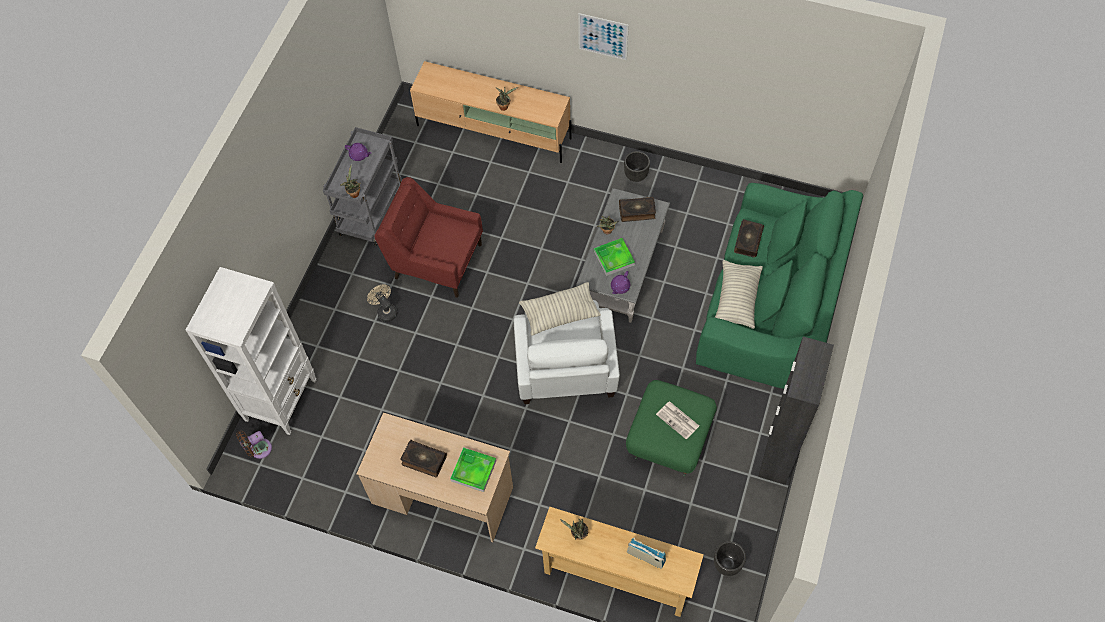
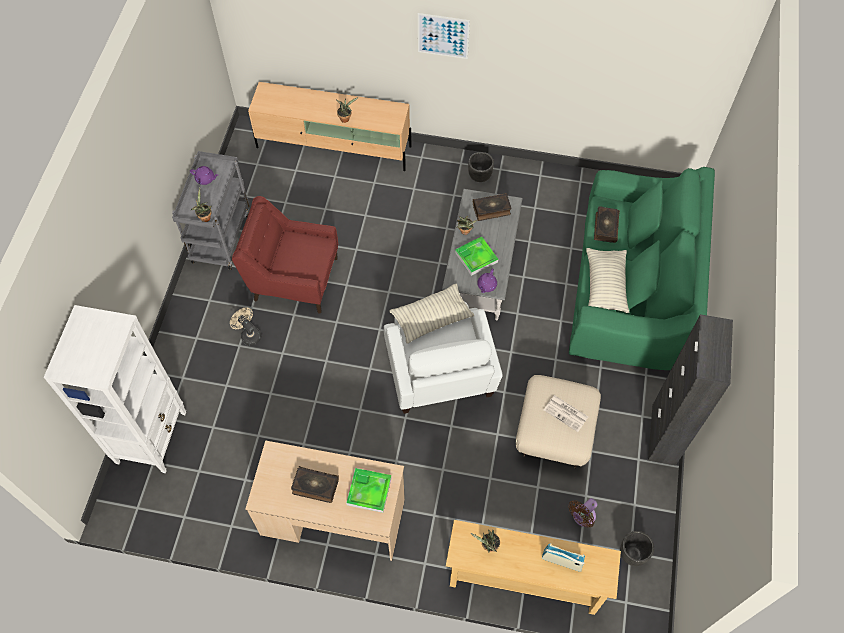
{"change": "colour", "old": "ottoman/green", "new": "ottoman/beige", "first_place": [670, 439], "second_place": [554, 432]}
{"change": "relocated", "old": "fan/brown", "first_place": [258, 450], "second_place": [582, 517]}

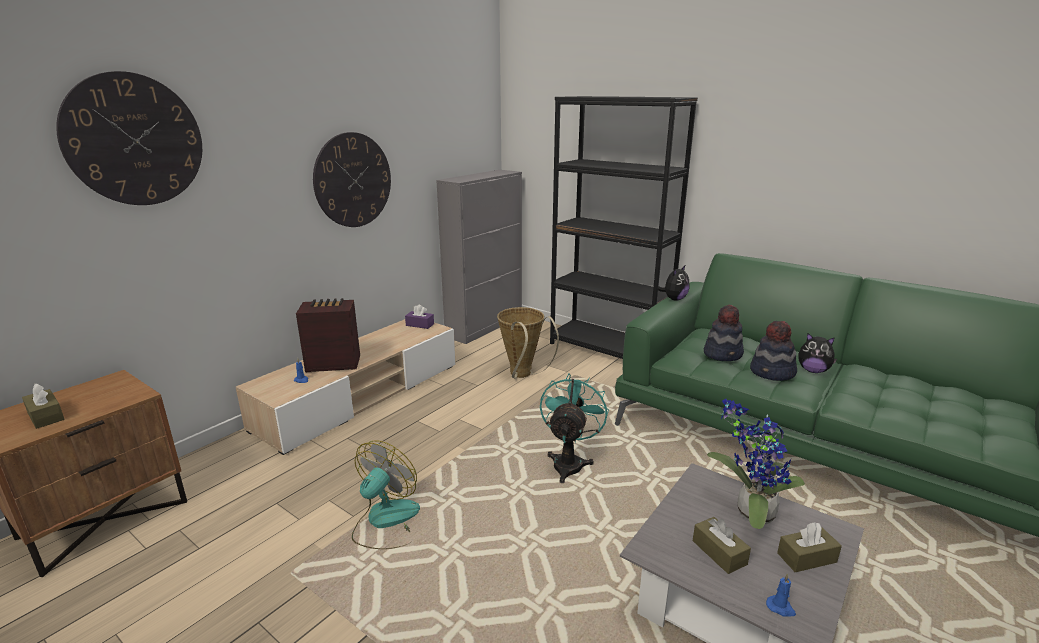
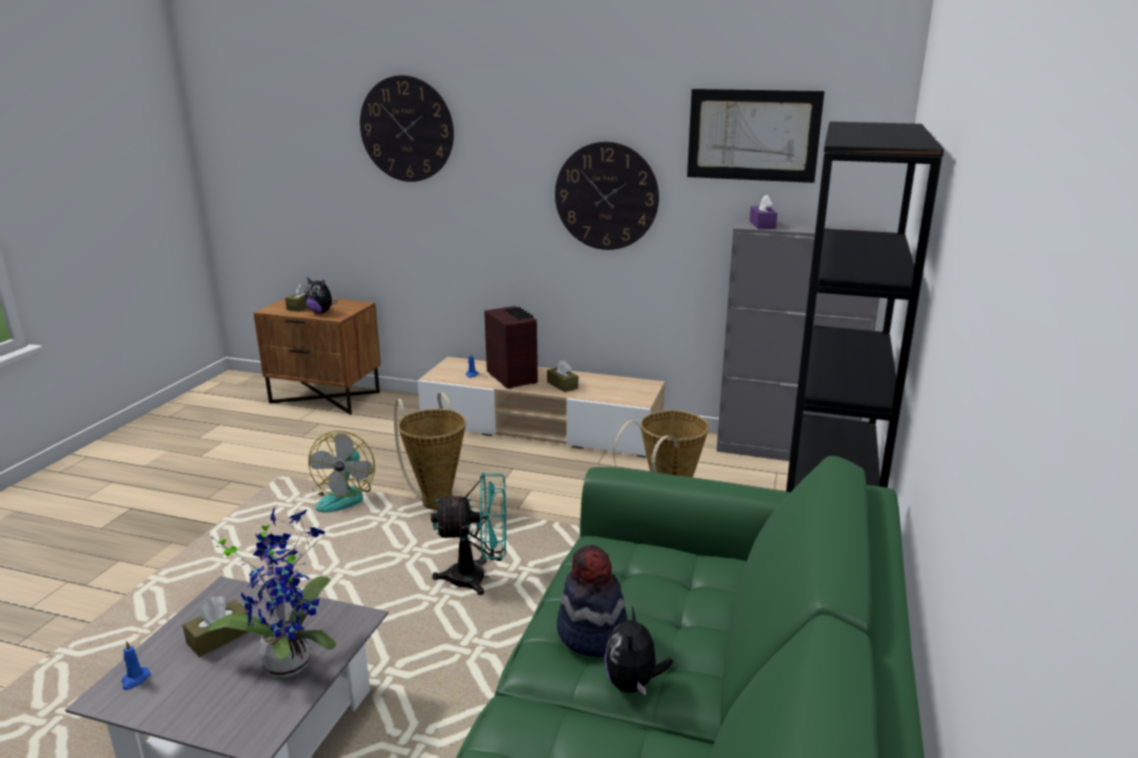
{"change": "relocated", "old": "plush toy", "first_place": [674, 299], "second_place": [321, 312]}
{"change": "relocated", "old": "tissue box/purple", "first_place": [420, 325], "second_place": [762, 225]}
{"change": "missing", "old": "hat", "first_place": [723, 354]}
{"change": "spun", "old": "fan", "first_place": [385, 522], "second_place": [344, 496], "degrees": 90}
{"change": "relocated", "old": "tissue box/brown", "first_place": [806, 557], "second_place": [562, 385]}
{"change": "appeared", "new": "picture", "second_place": [753, 135]}
{"change": "appeared", "new": "basket", "second_place": [436, 499]}

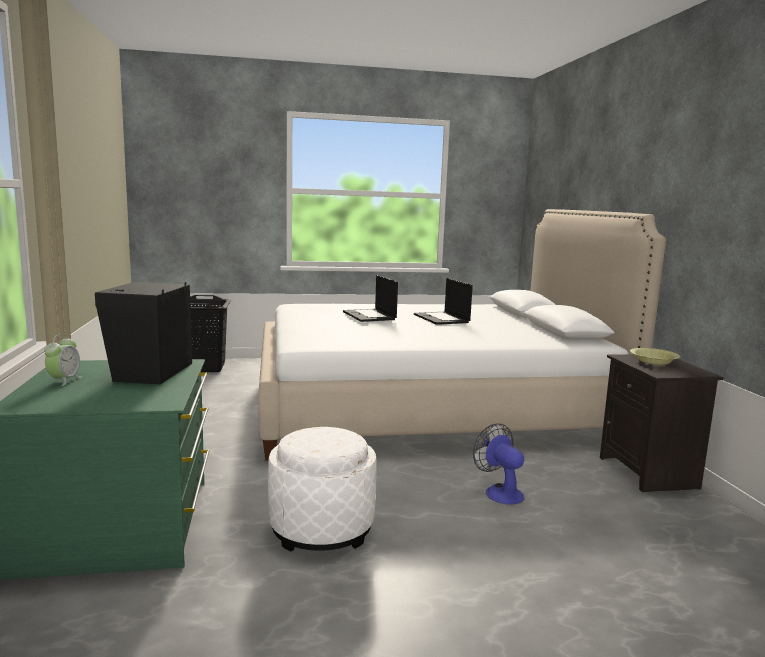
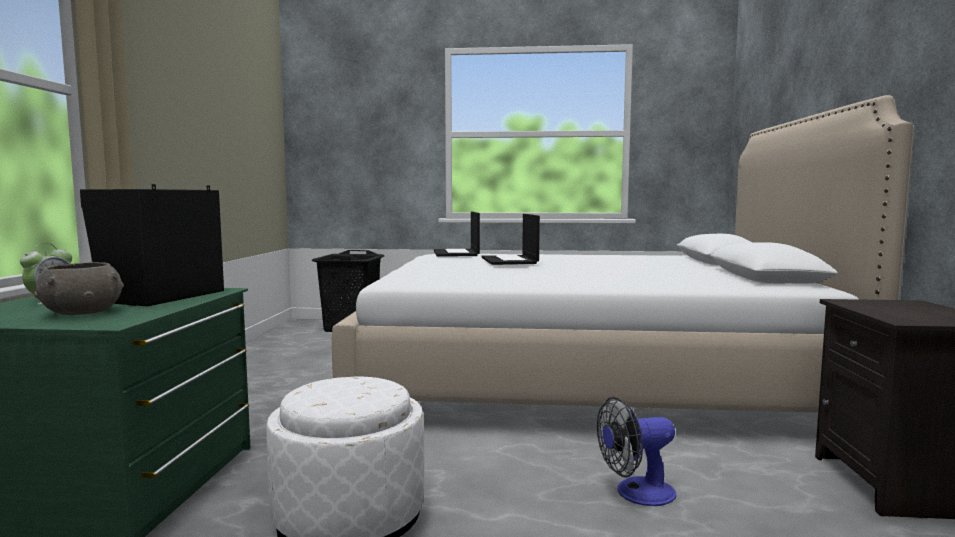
{"change": "relocated", "old": "laptop", "first_place": [442, 318], "second_place": [456, 253]}
{"change": "missing", "old": "bowl/yellow", "first_place": [653, 362]}
{"change": "spun", "old": "fan", "first_place": [499, 492], "second_place": [636, 493], "degrees": -90}
{"change": "appeared", "new": "bowl/grey", "second_place": [82, 312]}

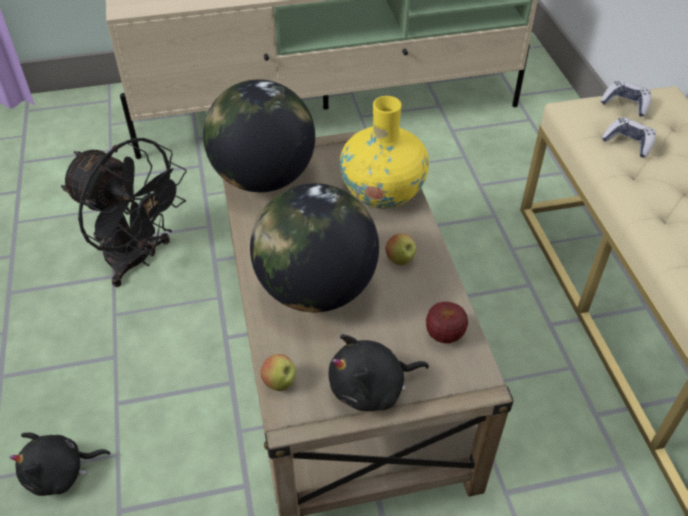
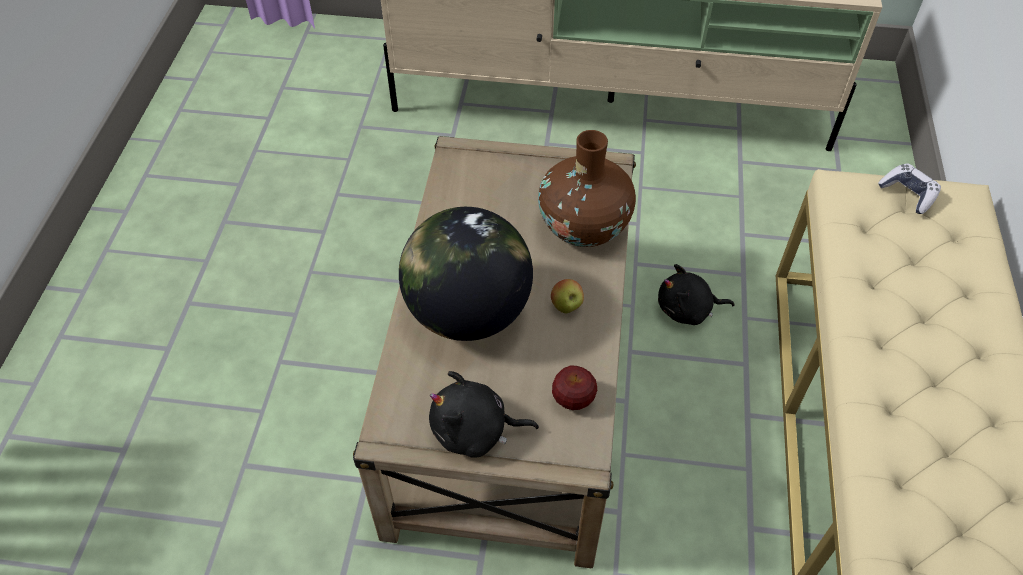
{"change": "missing", "old": "globe", "first_place": [263, 178]}
{"change": "colour", "old": "vase/yellow", "new": "vase/brown", "first_place": [383, 192], "second_place": [584, 227]}
{"change": "missing", "old": "game controller", "first_place": [628, 143]}
{"change": "missing", "old": "fan/black", "first_place": [138, 260]}
{"change": "missing", "old": "apple", "first_place": [280, 382]}
{"change": "relocated", "old": "plush toy/black", "first_place": [60, 473], "second_place": [687, 309]}

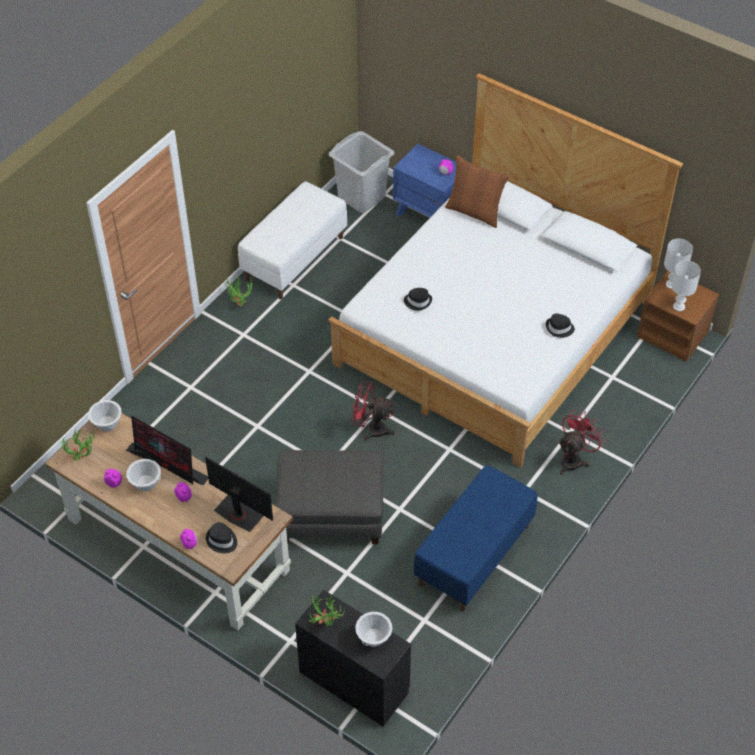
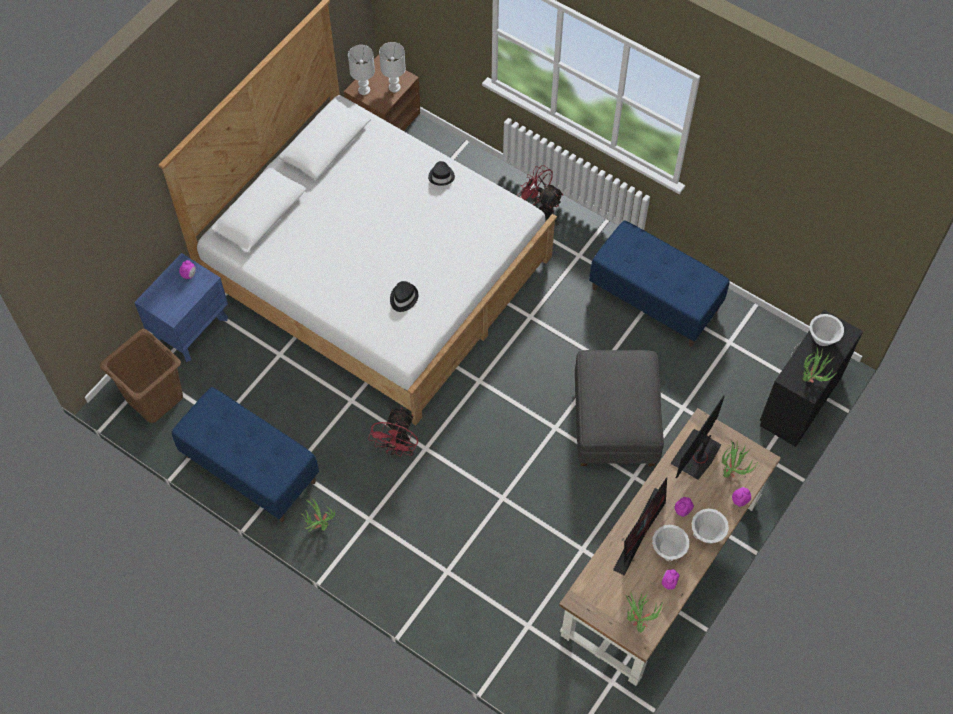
{"change": "colour", "old": "laundry basket/grey", "new": "laundry basket/brown", "first_place": [362, 196], "second_place": [154, 398]}
{"change": "missing", "old": "pillow/brown", "first_place": [474, 212]}
{"change": "colour", "old": "bench/white", "new": "bench/blue", "first_place": [294, 257], "second_place": [249, 469]}
{"change": "relocated", "old": "fan/red", "first_place": [371, 429], "second_place": [398, 448]}
{"change": "relocated", "old": "bowl/white", "first_place": [107, 424], "second_place": [706, 533]}
{"change": "exchanged", "old": "hat/black", "new": "potted plant", "first_place": [221, 540], "second_place": [732, 470]}

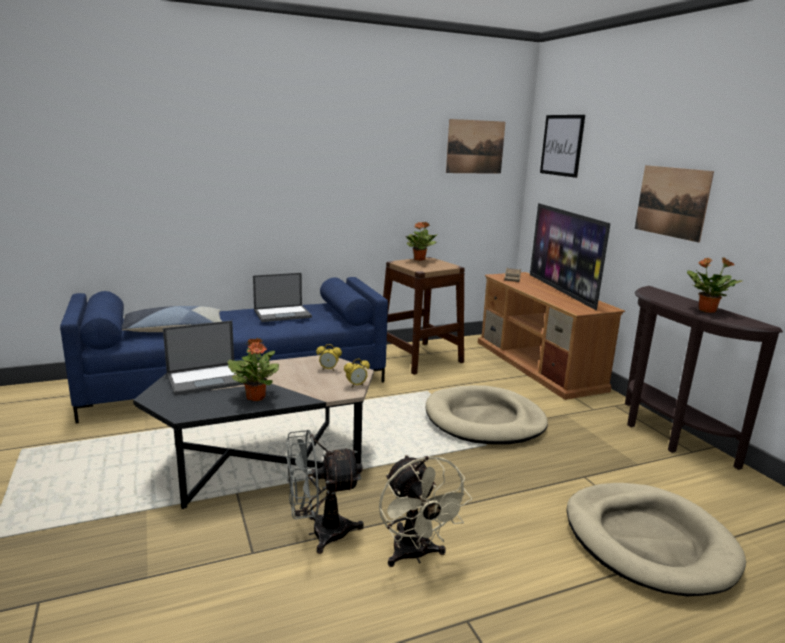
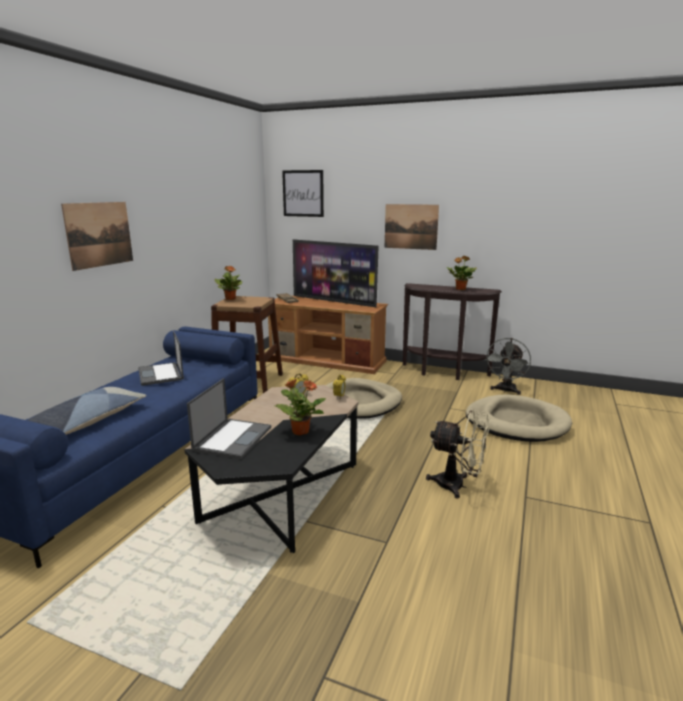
{"change": "relocated", "old": "picture", "first_place": [475, 147], "second_place": [99, 234]}
{"change": "spun", "old": "laptop", "first_place": [283, 314], "second_place": [161, 374], "degrees": 135}
{"change": "relocated", "old": "fan/grey", "first_place": [320, 533], "second_place": [505, 391]}

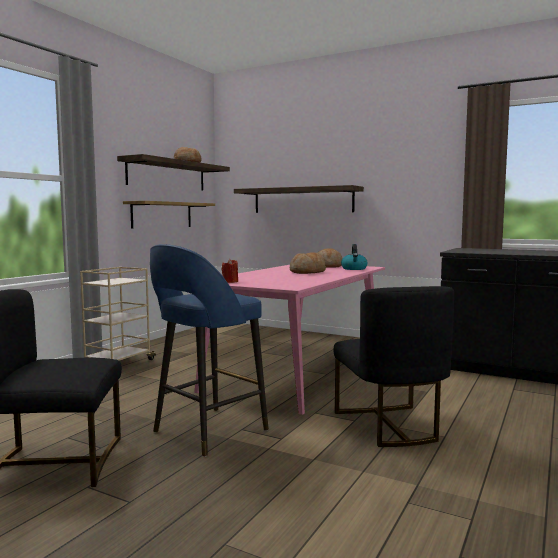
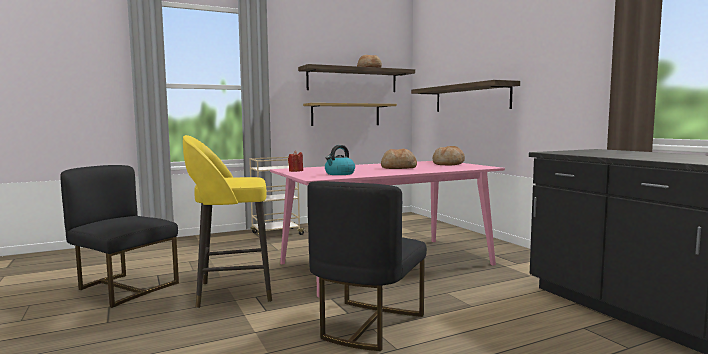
{"change": "colour", "old": "stool/blue", "new": "stool/yellow", "first_place": [207, 431], "second_place": [232, 292]}
{"change": "relocated", "old": "kettle", "first_place": [354, 269], "second_place": [339, 174]}

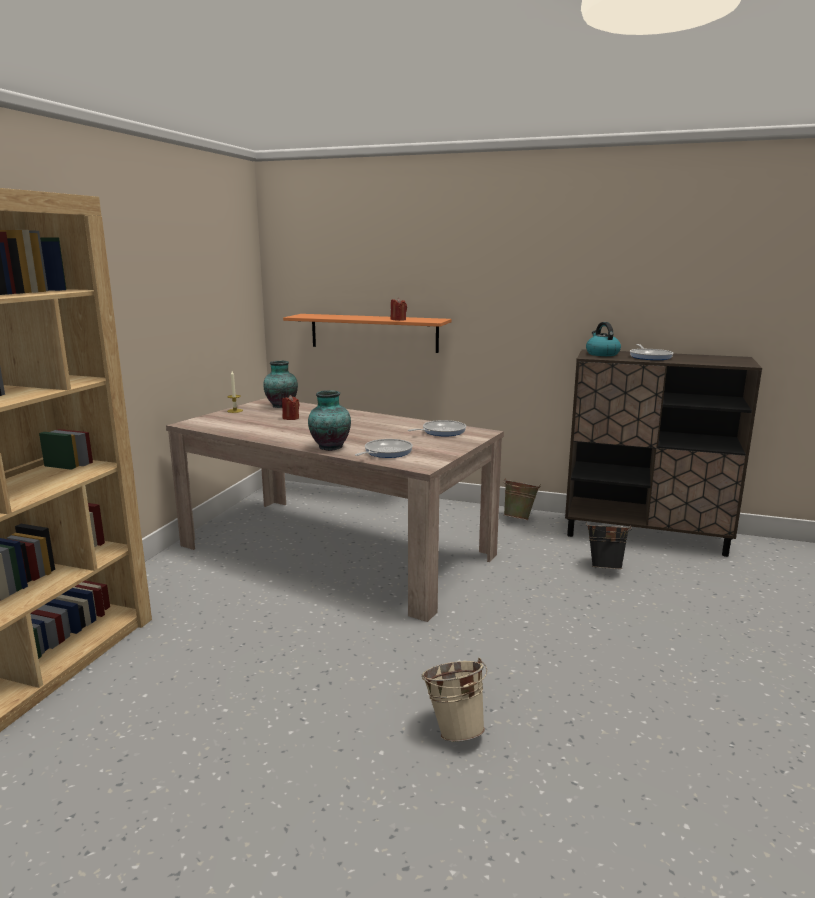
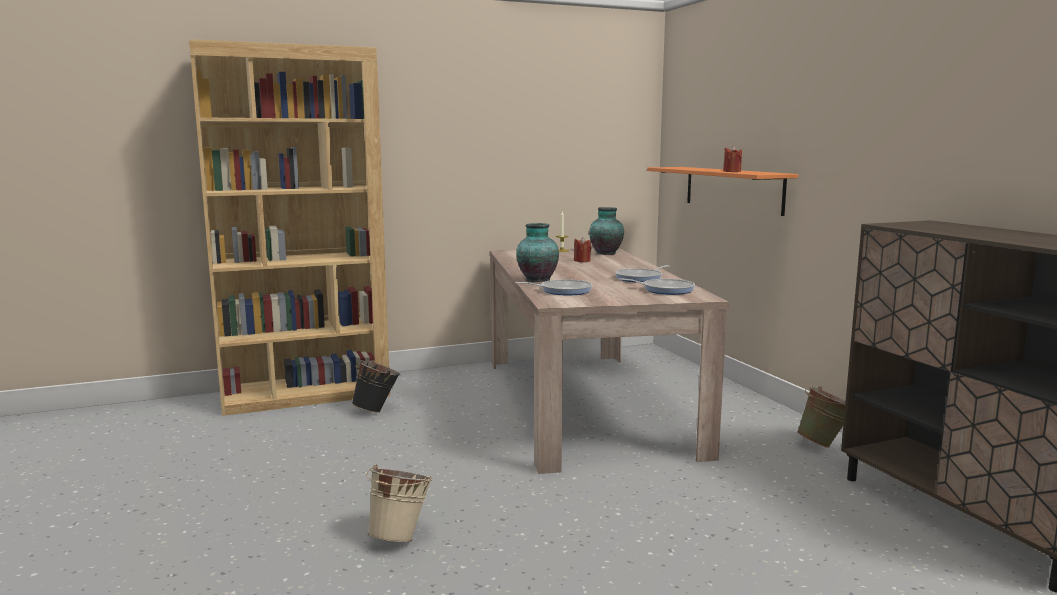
{"change": "missing", "old": "kettle", "first_place": [602, 354]}
{"change": "relocated", "old": "frying pan", "first_place": [650, 357], "second_place": [640, 278]}
{"change": "relocated", "old": "bucket/black", "first_place": [605, 567], "second_place": [377, 410]}

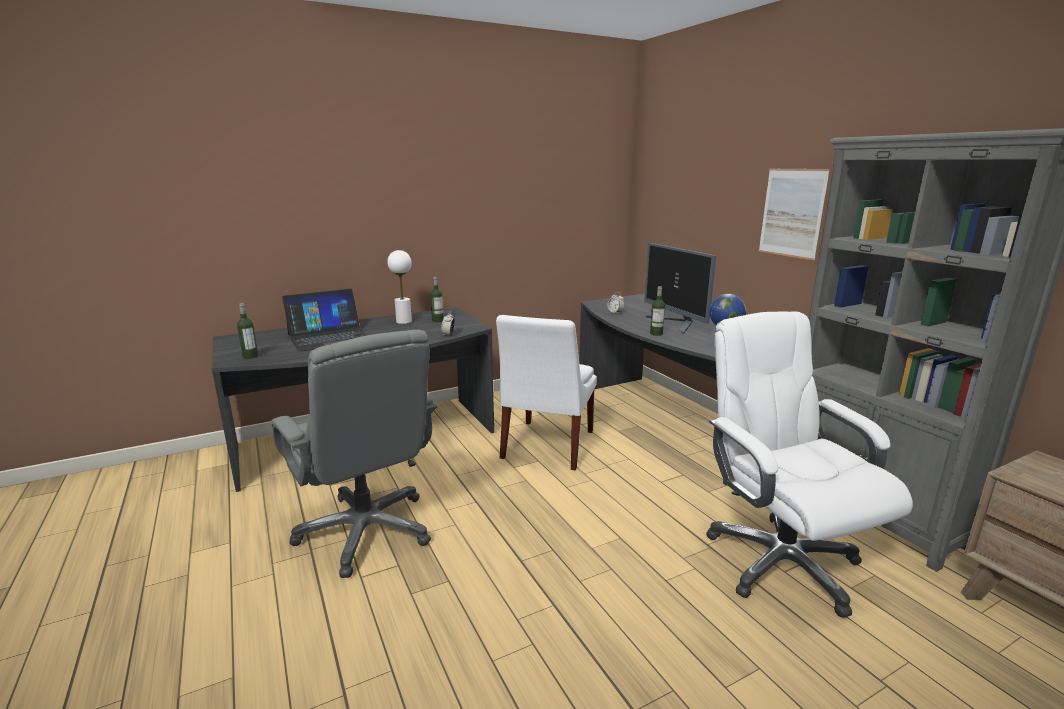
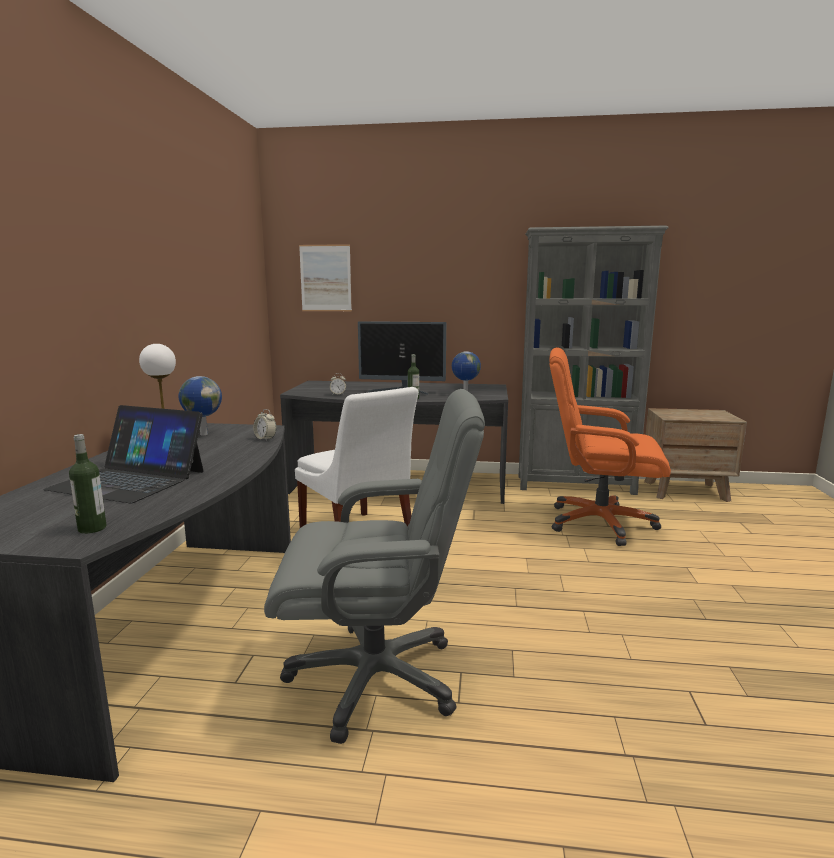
{"change": "relocated", "old": "picture", "first_place": [792, 213], "second_place": [325, 278]}
{"change": "exchanged", "old": "bottle", "new": "globe", "first_place": [437, 320], "second_place": [203, 434]}
{"change": "spun", "old": "laptop", "first_place": [329, 337], "second_place": [129, 480], "degrees": 105}
{"change": "colour", "old": "office chair/white", "new": "office chair/orange", "first_place": [781, 562], "second_place": [599, 523]}

